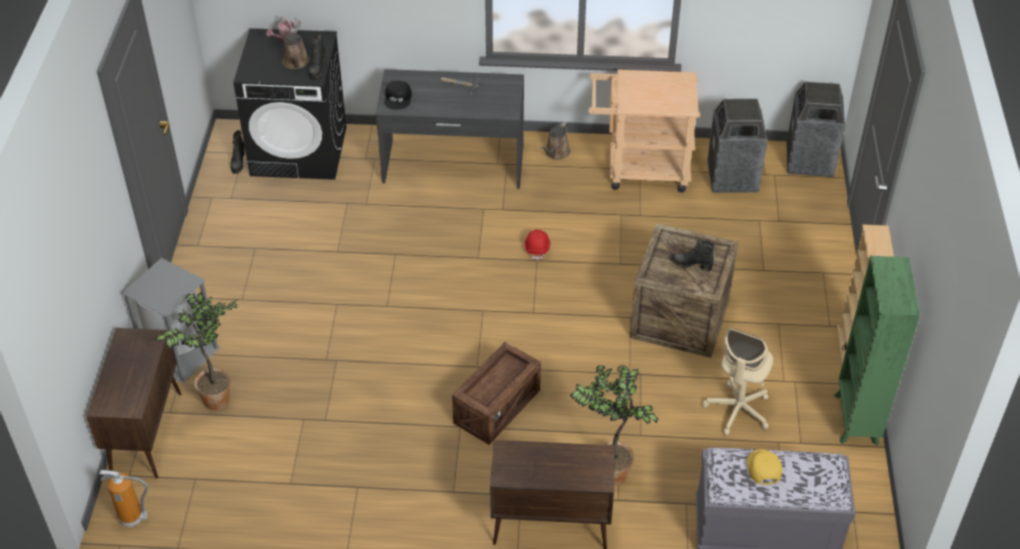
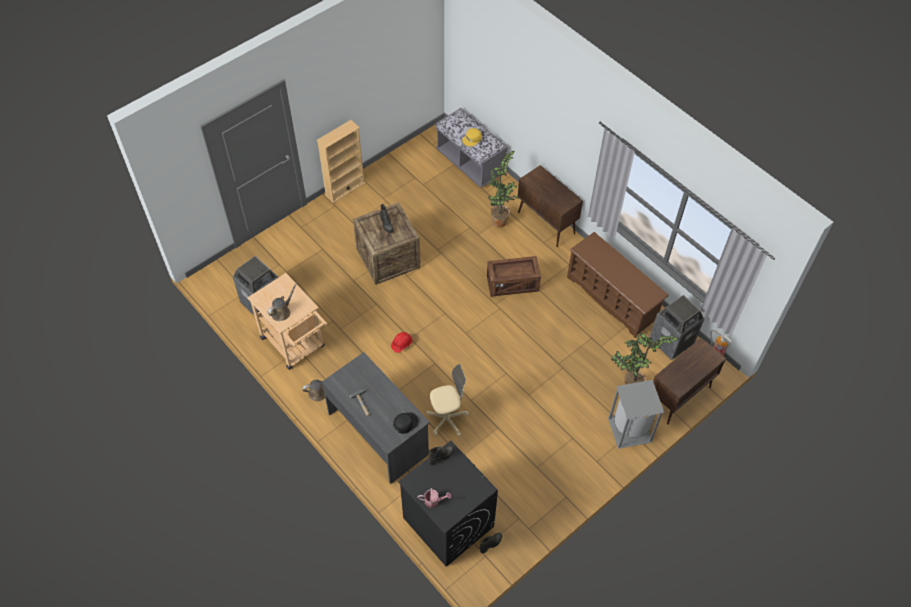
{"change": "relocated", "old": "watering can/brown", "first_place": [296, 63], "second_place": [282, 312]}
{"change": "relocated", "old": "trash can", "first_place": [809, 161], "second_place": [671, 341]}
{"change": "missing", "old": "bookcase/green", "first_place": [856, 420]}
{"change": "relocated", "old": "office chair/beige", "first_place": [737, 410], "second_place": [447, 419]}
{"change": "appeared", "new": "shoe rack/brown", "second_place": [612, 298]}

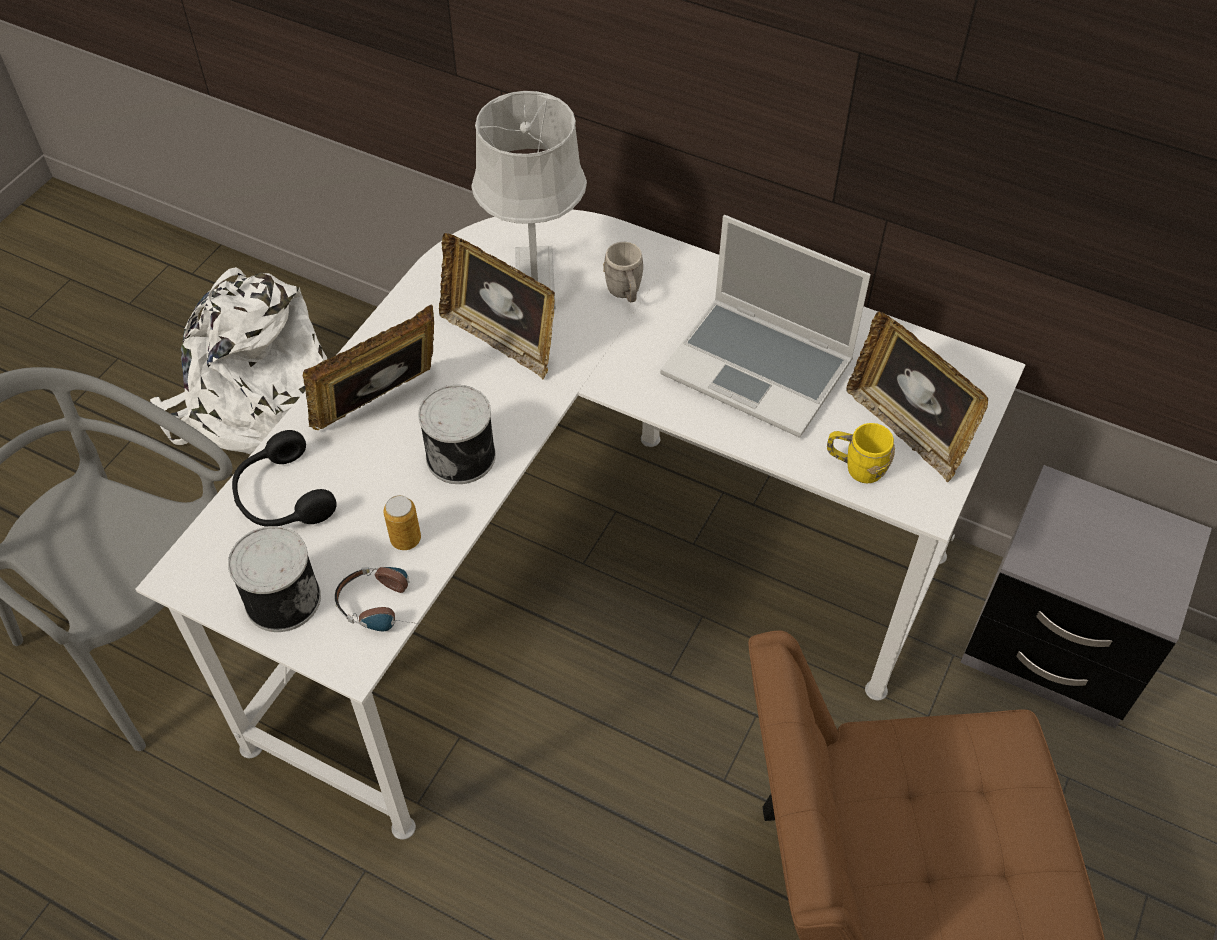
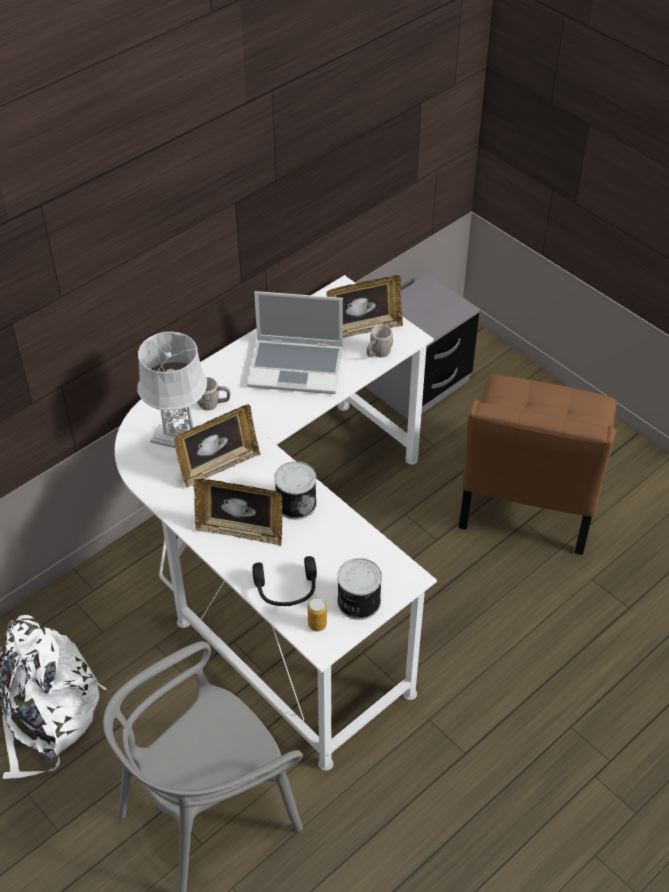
{"change": "spun", "old": "laptop", "first_place": [760, 368], "second_place": [297, 367], "degrees": 45}
{"change": "spun", "old": "picture frame", "first_place": [380, 405], "second_place": [240, 531], "degrees": -60}
{"change": "colour", "old": "mug/yellow", "new": "mug/grey", "first_place": [856, 467], "second_place": [378, 354]}
{"change": "relocated", "old": "can", "first_place": [405, 539], "second_place": [317, 624]}
{"change": "missing", "old": "headphones", "first_place": [387, 606]}

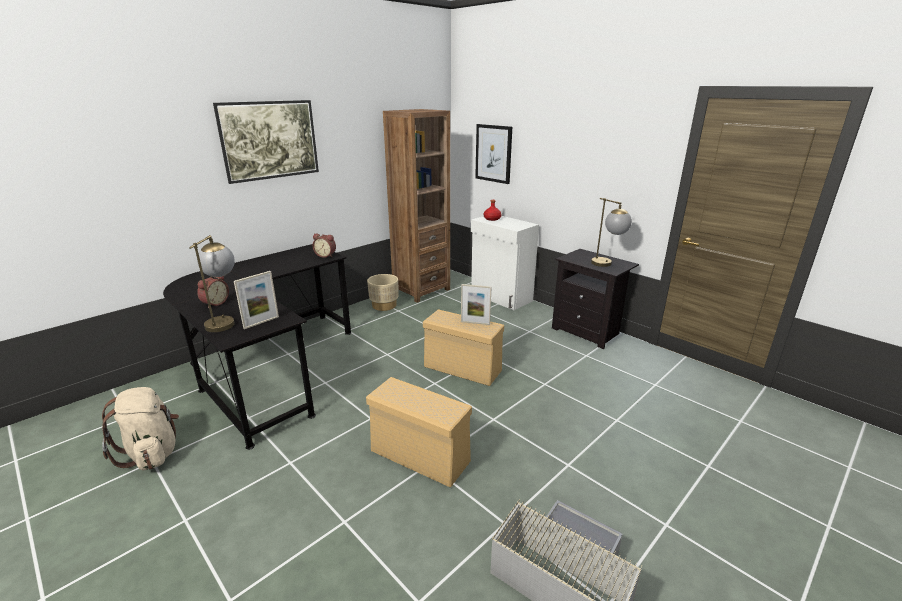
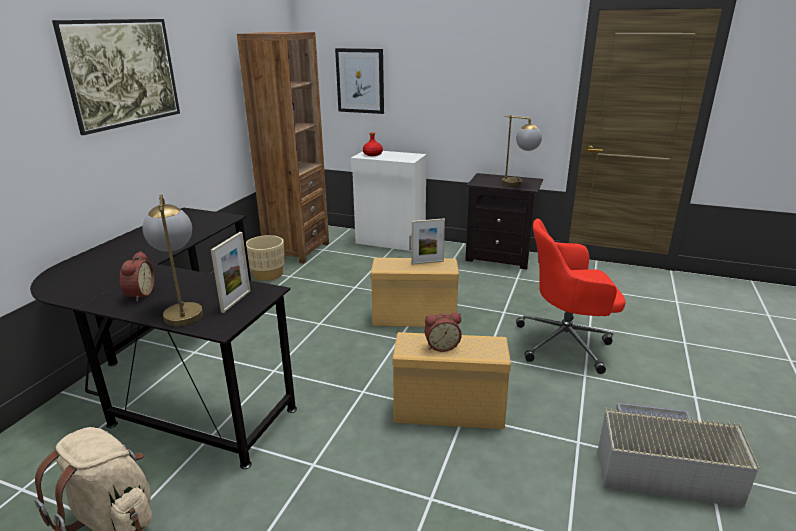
{"change": "relocated", "old": "alarm clock", "first_place": [326, 255], "second_place": [441, 346]}
{"change": "appeared", "new": "office chair/red", "second_place": [566, 343]}

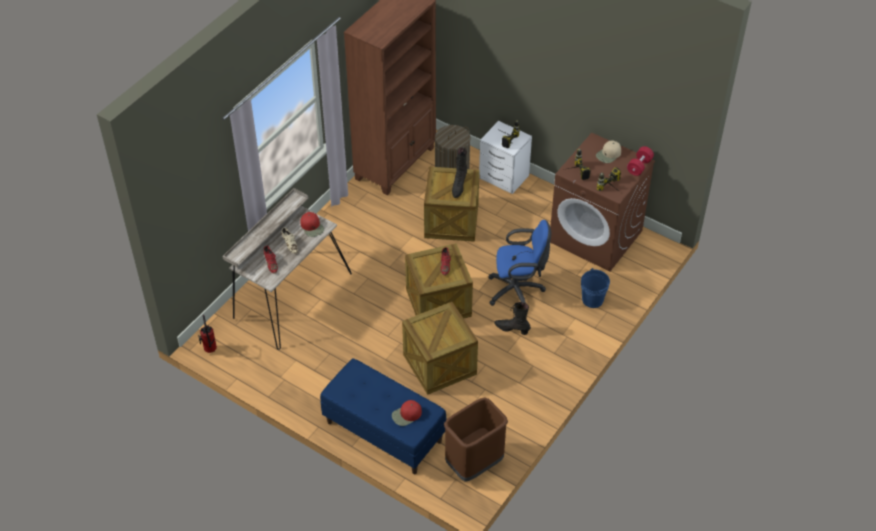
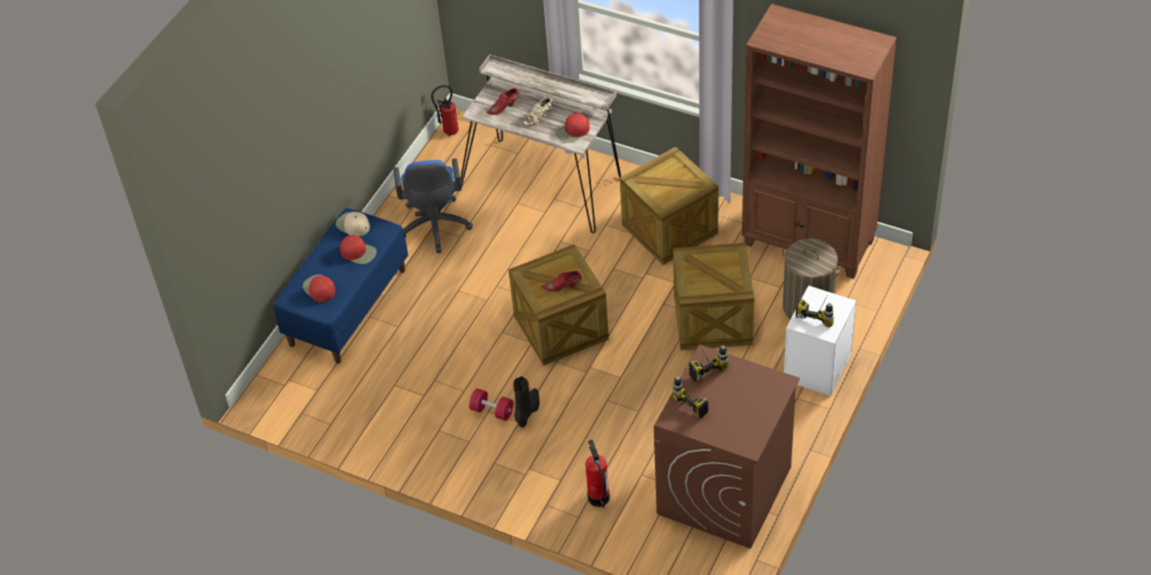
{"change": "relocated", "old": "cap/beige", "first_place": [608, 154], "second_place": [352, 225]}
{"change": "relocated", "old": "dumbbell/red", "first_place": [639, 166], "second_place": [492, 411]}
{"change": "missing", "old": "boot/black", "first_place": [459, 186]}
{"change": "relocated", "old": "office chair/blue", "first_place": [518, 291], "second_place": [435, 228]}
{"change": "exchanged", "old": "bucket/blue", "new": "fire extinguisher", "first_place": [592, 300], "second_place": [598, 498]}
{"change": "relocated", "old": "crate", "first_place": [439, 364], "second_place": [669, 229]}
{"change": "missing", "old": "trash can/brown", "first_place": [474, 464]}
{"change": "appeared", "new": "cap/red", "second_place": [358, 252]}

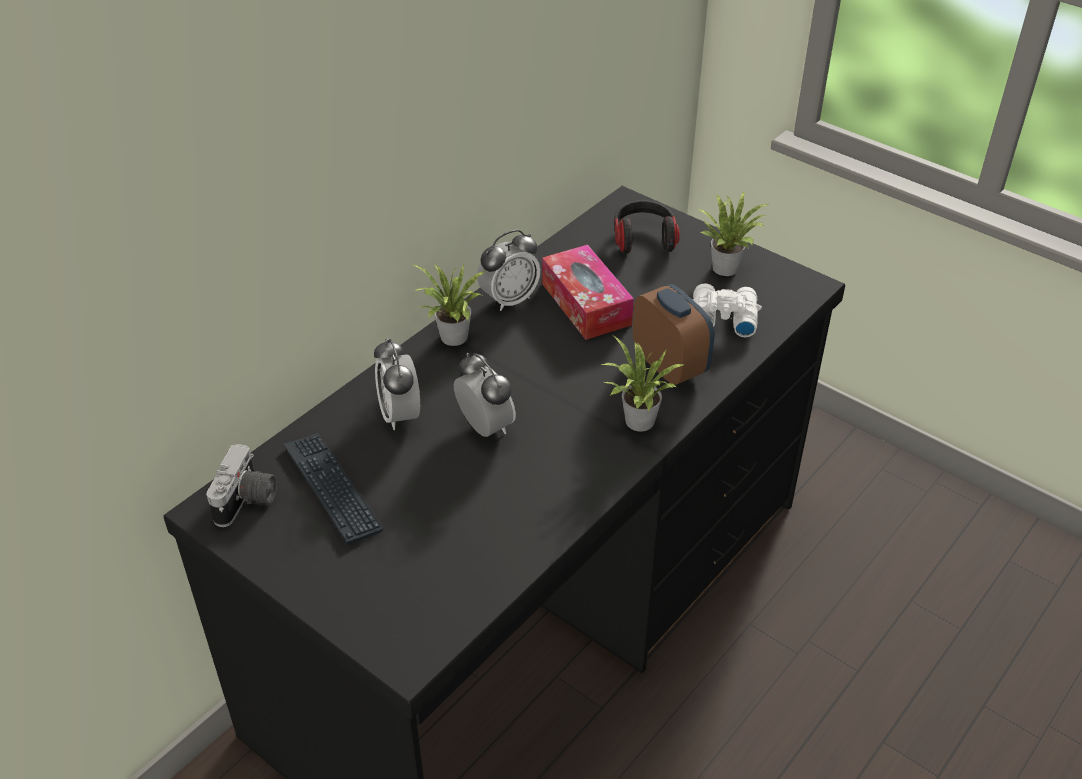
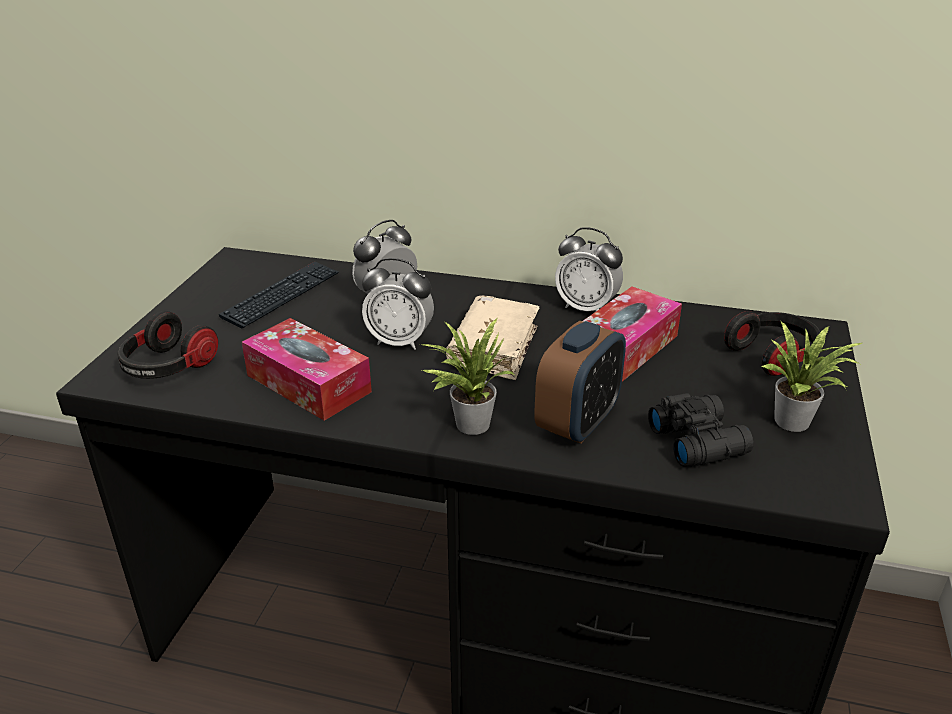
{"change": "missing", "old": "potted plant", "first_place": [452, 339]}
{"change": "colour", "old": "binoculars/white", "new": "binoculars/black", "first_place": [722, 318], "second_place": [698, 440]}
{"change": "spun", "old": "alarm clock", "first_place": [485, 427], "second_place": [400, 341], "degrees": 75}
{"change": "missing", "old": "photo camera", "first_place": [248, 501]}
{"change": "appeared", "new": "book/beige", "second_place": [494, 348]}
{"change": "appeared", "new": "headphones", "second_place": [168, 367]}
{"change": "appeared", "new": "tissue box", "second_place": [308, 383]}

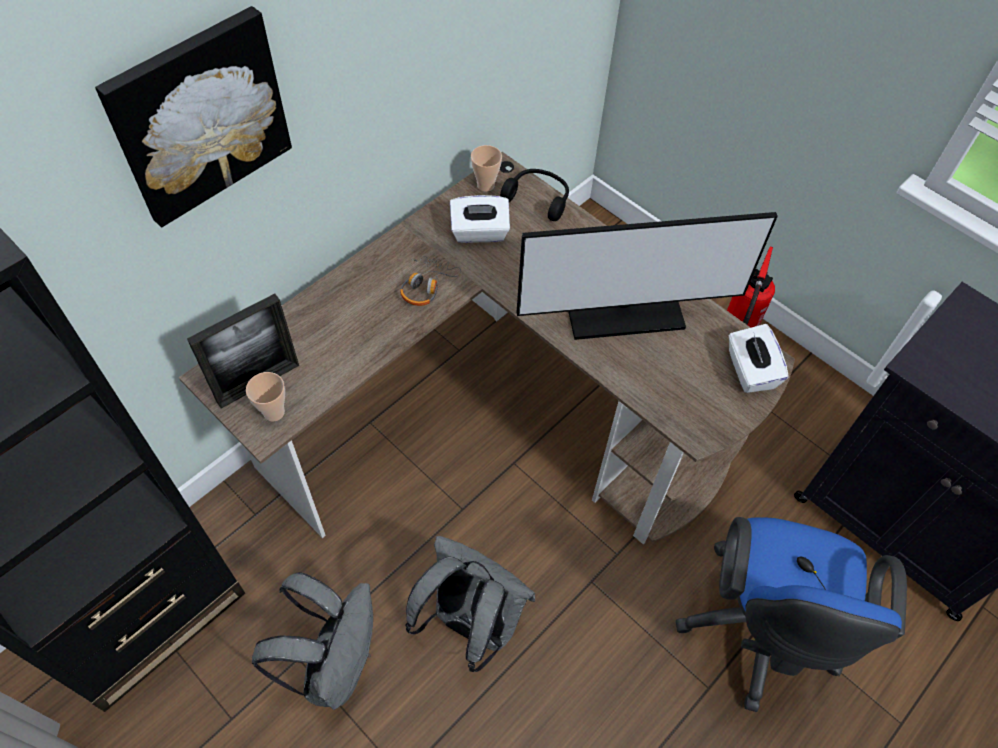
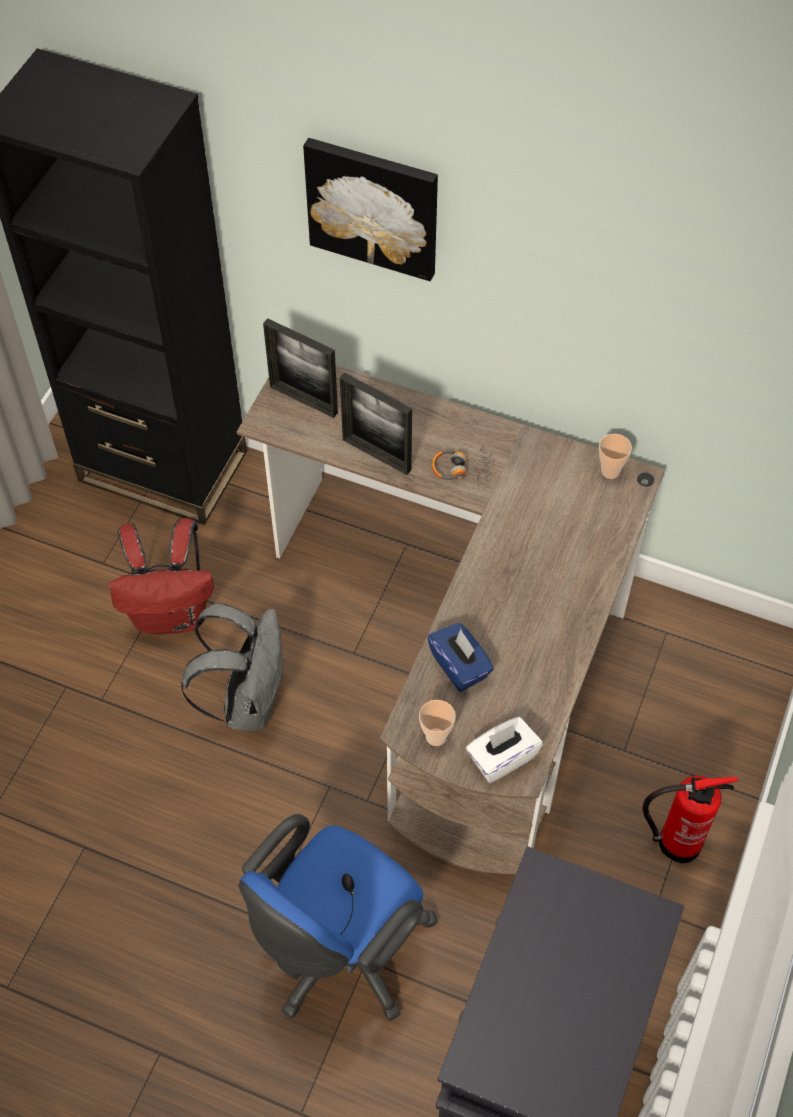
{"change": "missing", "old": "headphones/black", "first_place": [538, 198]}
{"change": "missing", "old": "tissue box/white", "first_place": [479, 233]}
{"change": "missing", "old": "monitor", "first_place": [624, 313]}
{"change": "relocated", "old": "cup", "first_place": [274, 412], "second_place": [436, 737]}
{"change": "spun", "old": "office chair/blue", "first_place": [757, 633], "second_place": [338, 952], "degrees": -45}
{"change": "colour", "old": "backpack/grey", "new": "backpack/red", "first_place": [335, 664], "second_place": [171, 614]}
{"change": "appeared", "new": "picture frame", "second_place": [376, 454]}
{"change": "appeared", "new": "tissue box/blue", "second_place": [460, 666]}

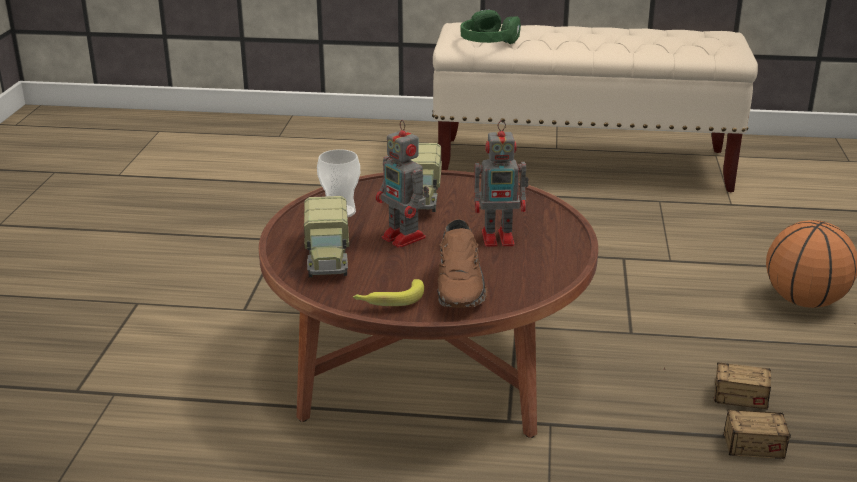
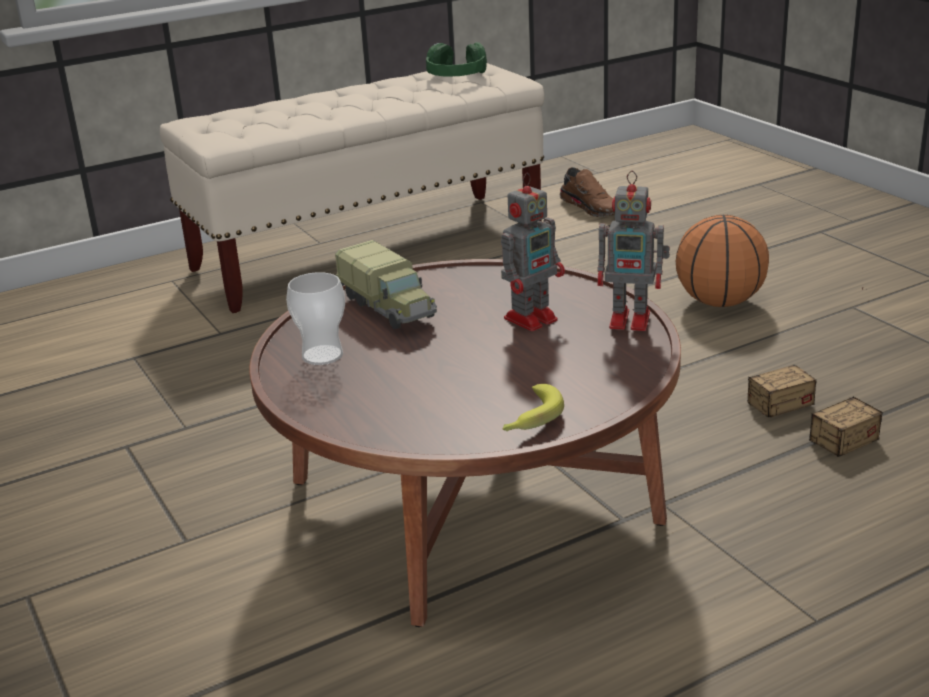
{"change": "relocated", "old": "headphones/green", "first_place": [488, 41], "second_place": [456, 76]}
{"change": "relocated", "old": "toy robot", "first_place": [405, 238], "second_place": [632, 320]}
{"change": "missing", "old": "toy truck", "first_place": [327, 256]}
{"change": "relocated", "old": "shoe/brown", "first_place": [462, 285], "second_place": [592, 207]}

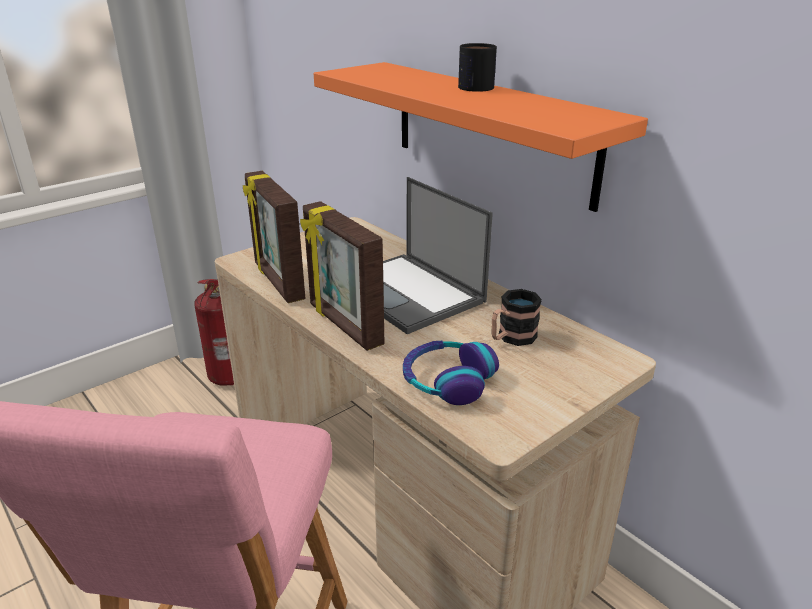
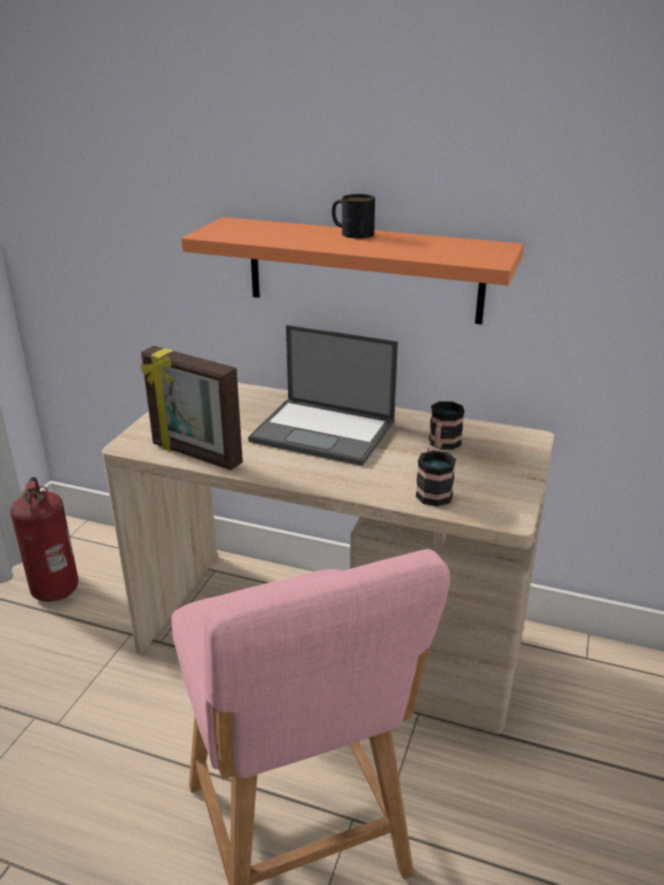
{"change": "missing", "old": "picture frame", "first_place": [343, 325]}
{"change": "exchanged", "old": "headphones", "new": "mug", "first_place": [447, 381], "second_place": [432, 491]}

